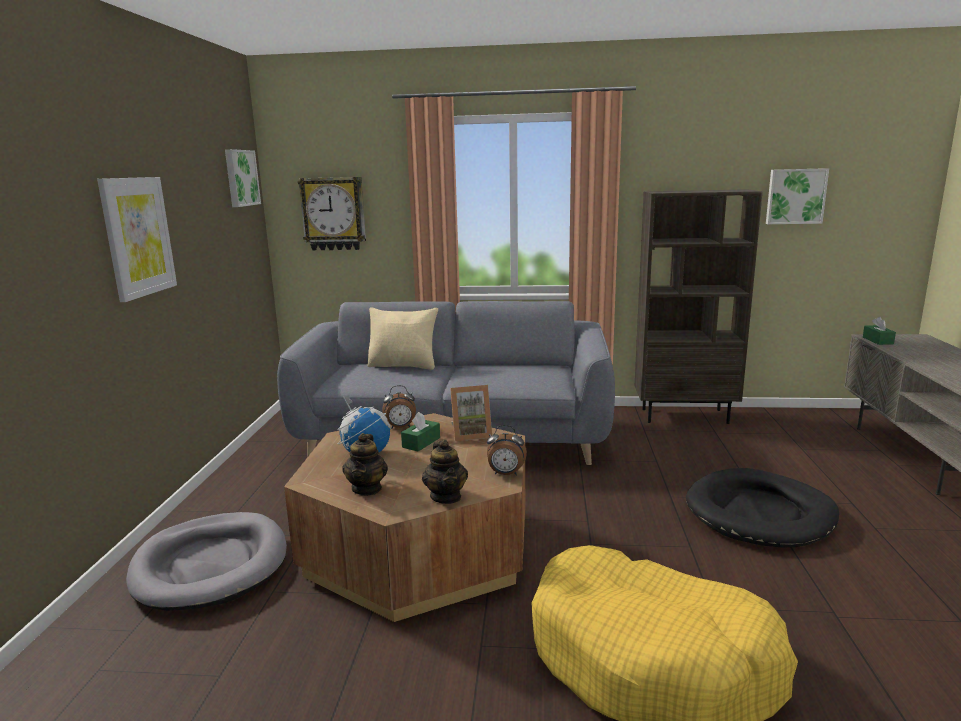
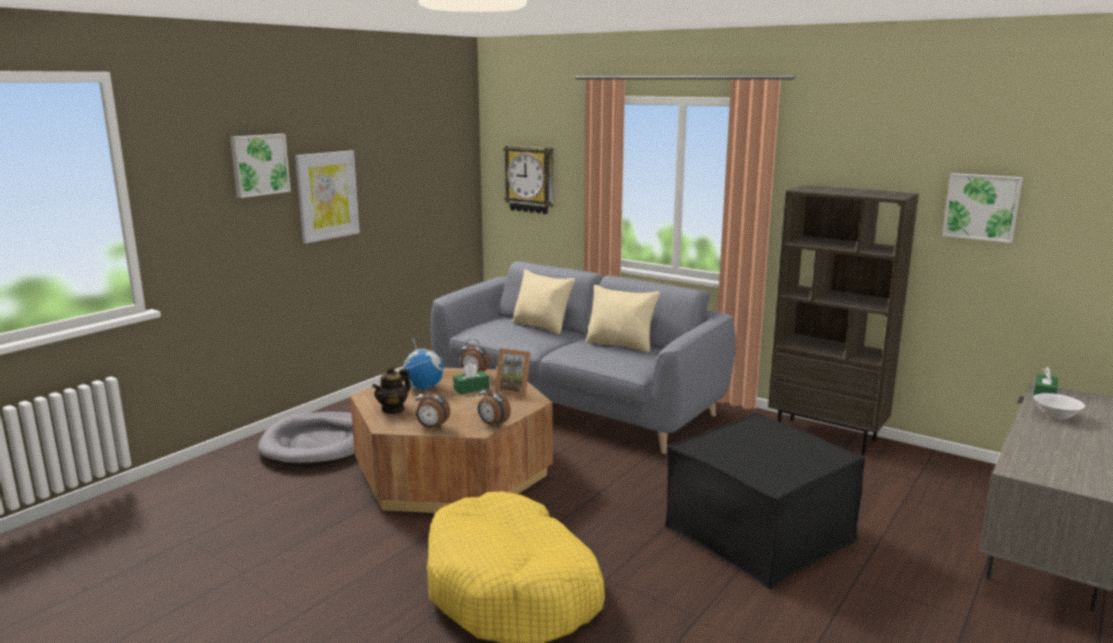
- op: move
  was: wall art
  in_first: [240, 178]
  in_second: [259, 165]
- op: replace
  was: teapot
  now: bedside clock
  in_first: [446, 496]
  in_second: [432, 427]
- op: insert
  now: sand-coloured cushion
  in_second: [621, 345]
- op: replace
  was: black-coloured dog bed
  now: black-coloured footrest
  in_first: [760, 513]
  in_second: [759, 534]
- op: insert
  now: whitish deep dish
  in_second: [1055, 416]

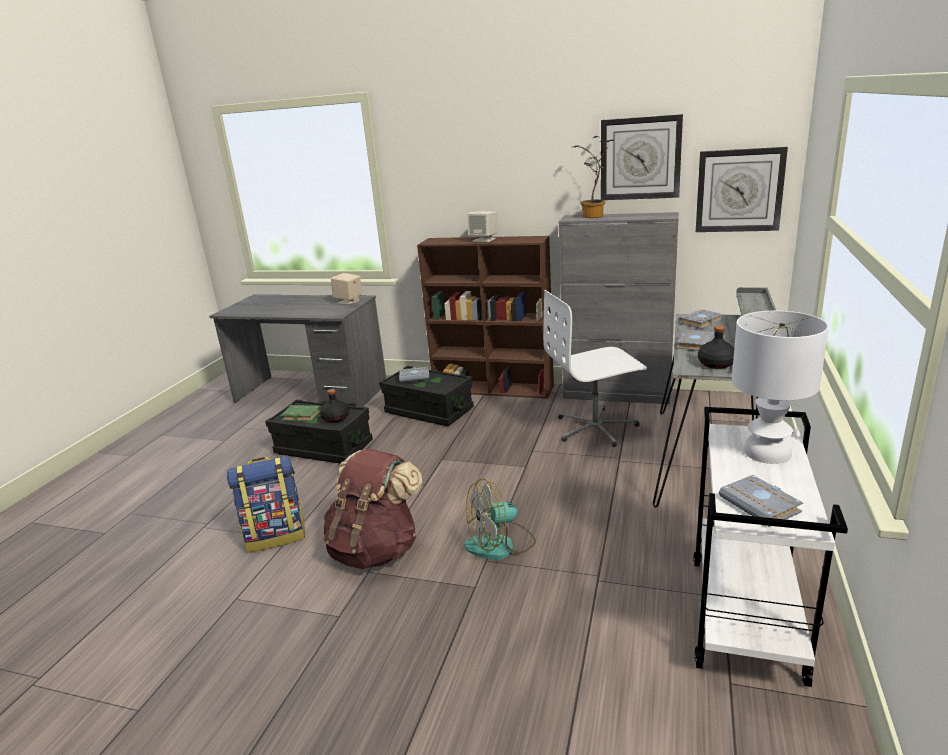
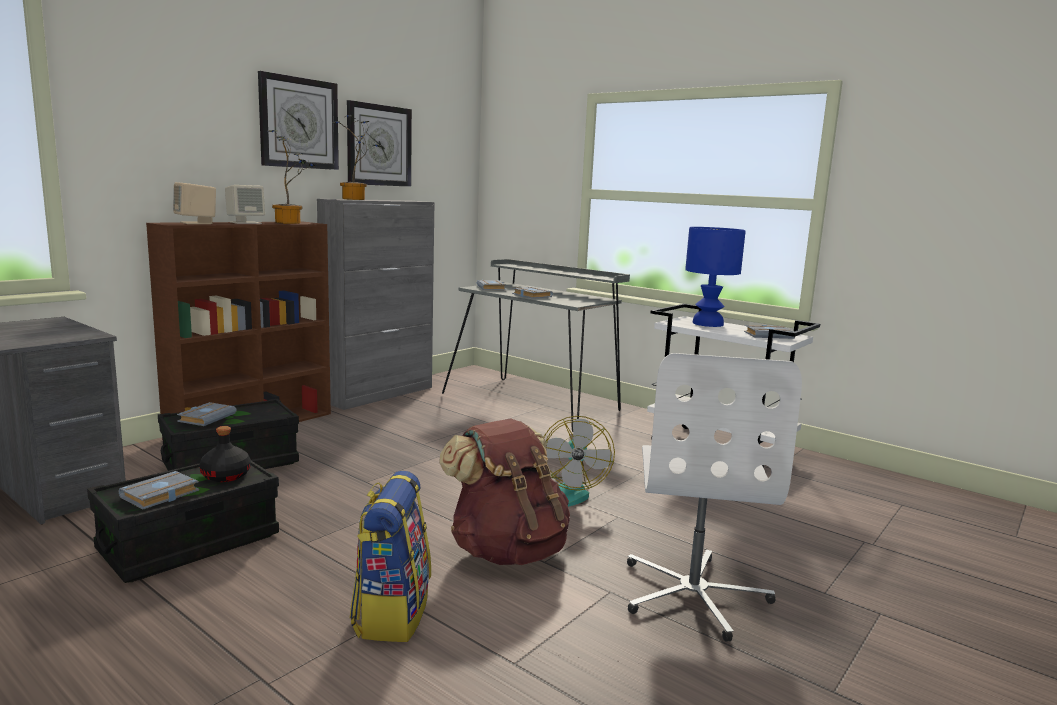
- op: recolor
  was: green-coloured book
  now: grey book
  in_first: [300, 416]
  in_second: [160, 495]
- op: move
  was: sand-coloured speaker
  in_first: [348, 301]
  in_second: [196, 223]
- op: move
  was: wall clock
  in_first: [739, 190]
  in_second: [299, 123]
- op: insert
  now: potted plant
  in_second: [291, 223]
- op: move
  was: whitish desk chair
  in_first: [596, 428]
  in_second: [694, 594]
- op: recolor
  was: whitish tabletop lamp
  now: bluish tabletop lamp
  in_first: [766, 452]
  in_second: [707, 324]
- op: delete
  was: black-coloured beverage bottle
  in_first: [716, 364]

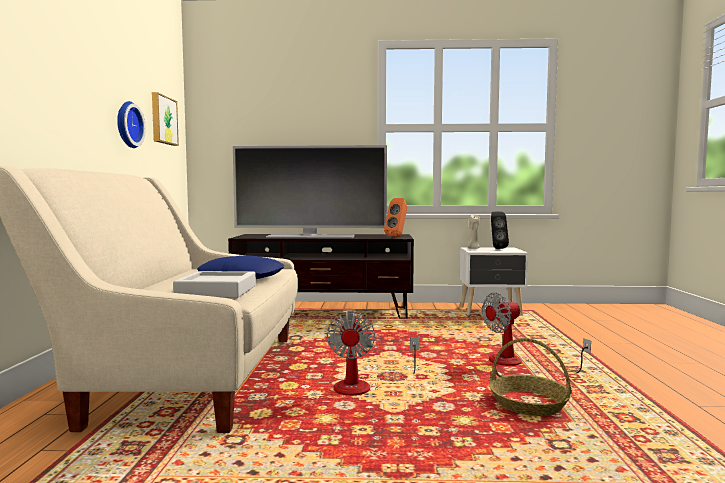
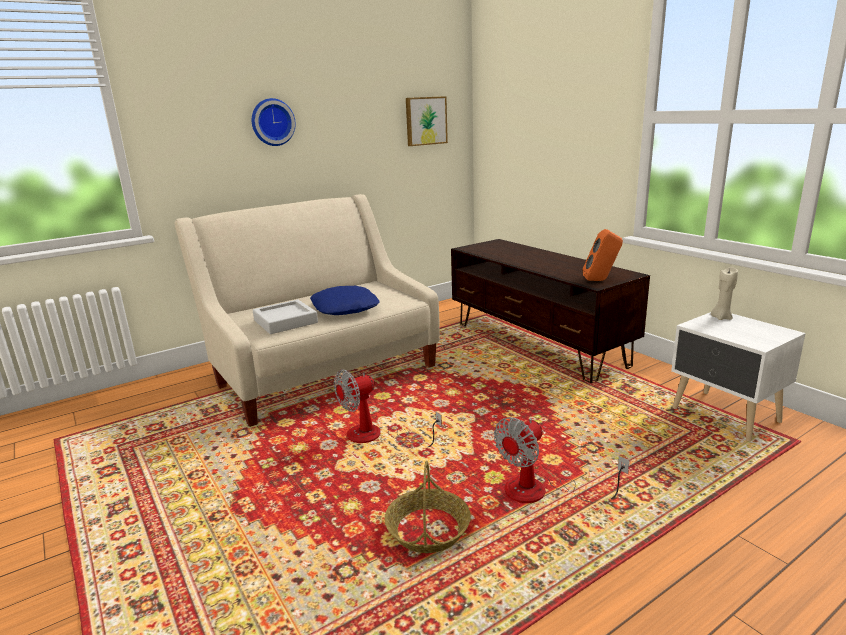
- op: move
  was: wall clock
  in_first: [127, 125]
  in_second: [272, 122]
- op: rotate
  was: electric fan
  in_first: [518, 363]
  in_second: [541, 492]
  clockwise: -75
- op: delete
  was: television
  in_first: [311, 236]
- op: delete
  was: black-coloured speaker
  in_first: [497, 249]

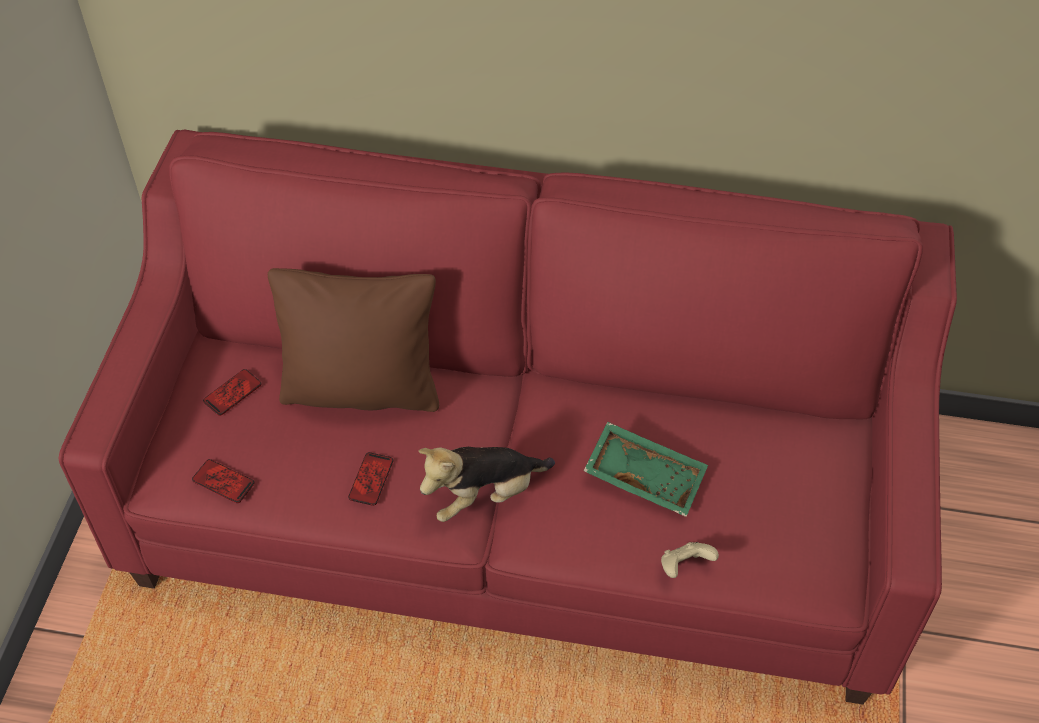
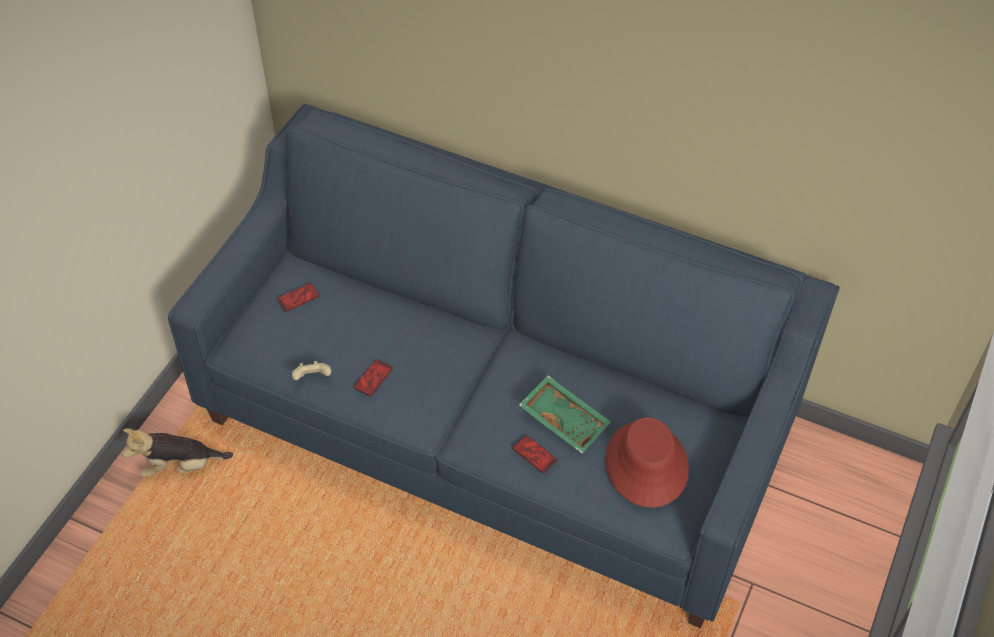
- op: move
  was: plush toy
  in_first: [484, 495]
  in_second: [180, 466]
- op: recolor
  was: red settee
  now: bluish settee
  in_first: [520, 501]
  in_second: [497, 424]
- op: move
  was: sand-coloured game controller
  in_first: [684, 567]
  in_second: [312, 378]
- op: move
  was: handset
  in_first: [223, 482]
  in_second: [534, 454]
- op: insert
  now: red clothing hat
  in_second: [646, 464]
- op: delete
  was: brownish cushion
  in_first: [362, 389]

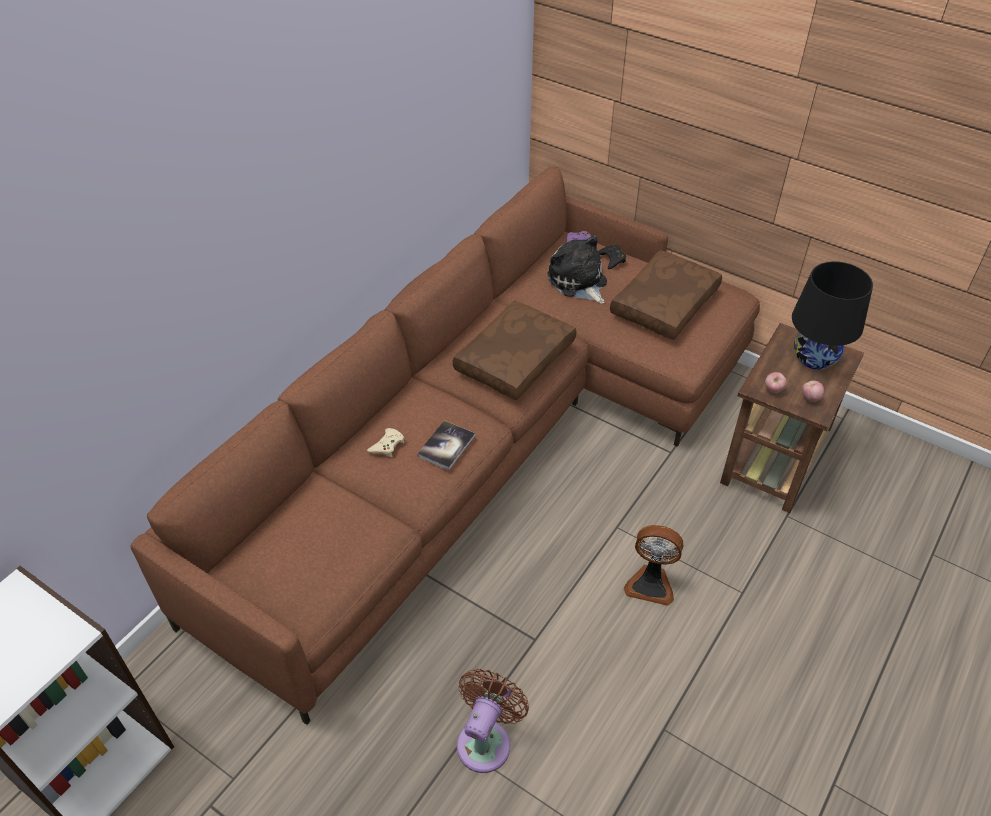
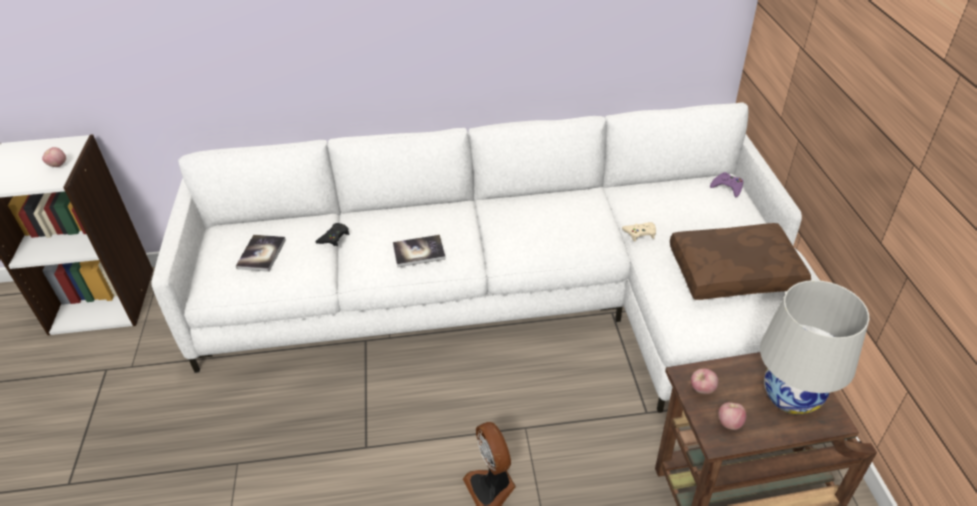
- op: insert
  now: apple fruit
  in_second: [58, 165]
- op: recolor
  was: brownish settee
  now: whitish settee
  in_first: [488, 441]
  in_second: [519, 299]
- op: insert
  now: book
  in_second: [261, 254]
- op: move
  was: black-coloured game controller
  in_first: [612, 259]
  in_second: [334, 237]
- op: move
  was: sand-coloured game controller
  in_first: [387, 445]
  in_second: [640, 233]
- op: recolor
  was: black-coloured tabletop lamp
  now: whitish tabletop lamp
  in_first: [814, 357]
  in_second: [791, 396]
- op: delete
  was: brownish cushion
  in_first: [514, 358]
- op: delete
  was: brownish electric fan
  in_first: [486, 740]
- op: delete
  was: plush toy
  in_first: [578, 282]

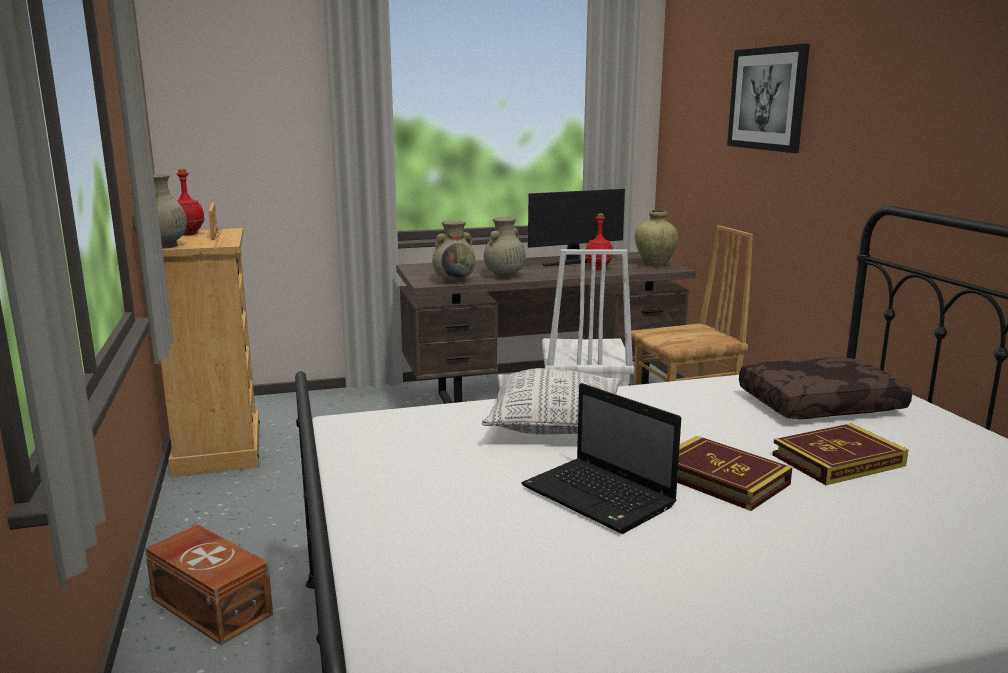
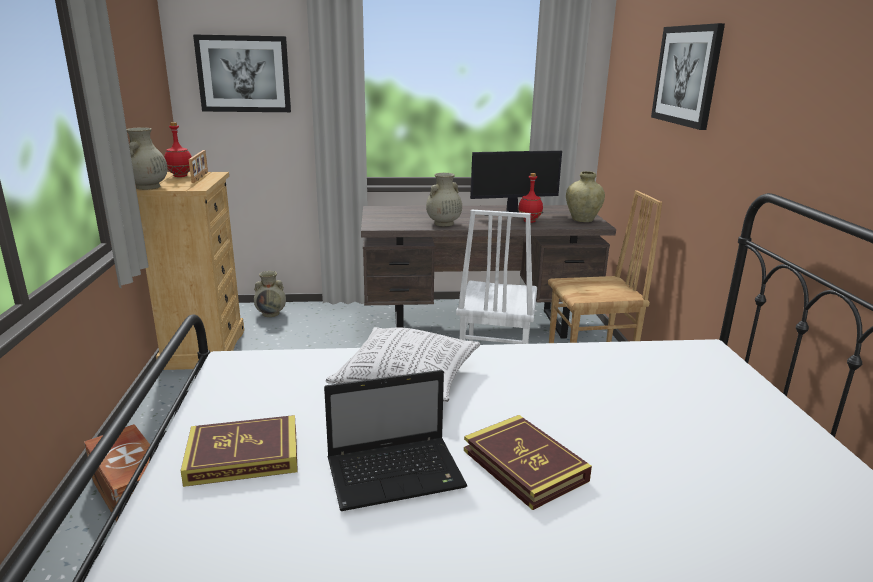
- op: move
  was: book
  in_first: [838, 460]
  in_second: [243, 456]
- op: insert
  now: wall art
  in_second: [244, 74]
- op: move
  was: sand-coloured vase
  in_first: [454, 281]
  in_second: [271, 313]
- op: rotate
  was: portable computer
  in_first: [601, 497]
  in_second: [398, 473]
  clockwise: -75
- op: delete
  was: brownish cushion
  in_first: [819, 403]

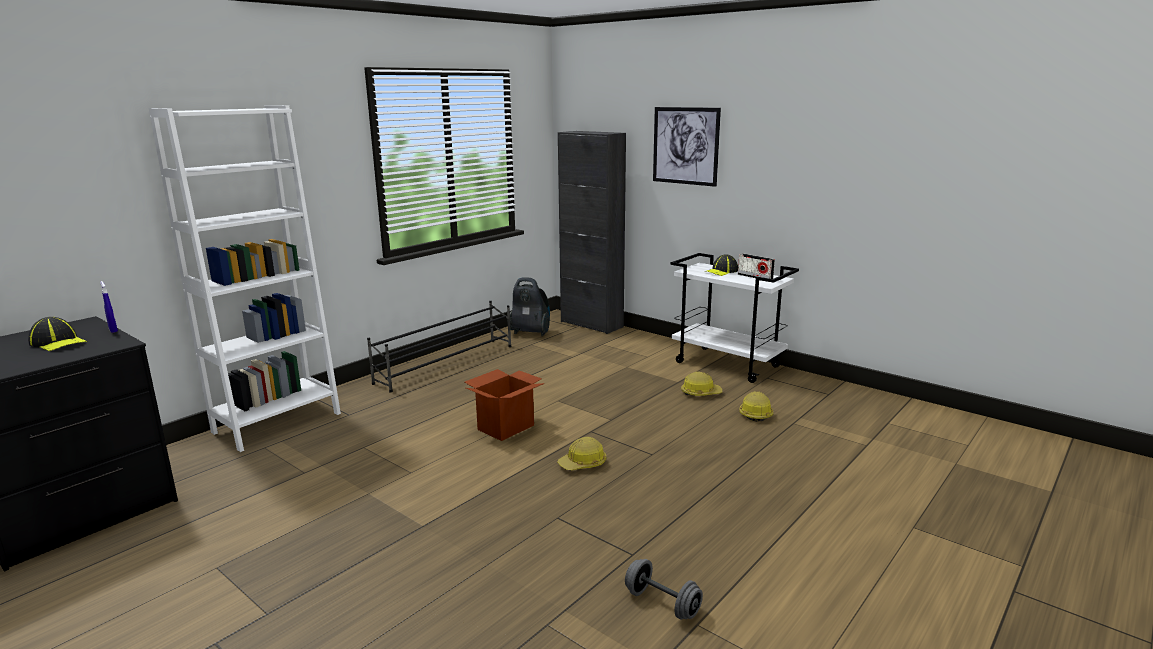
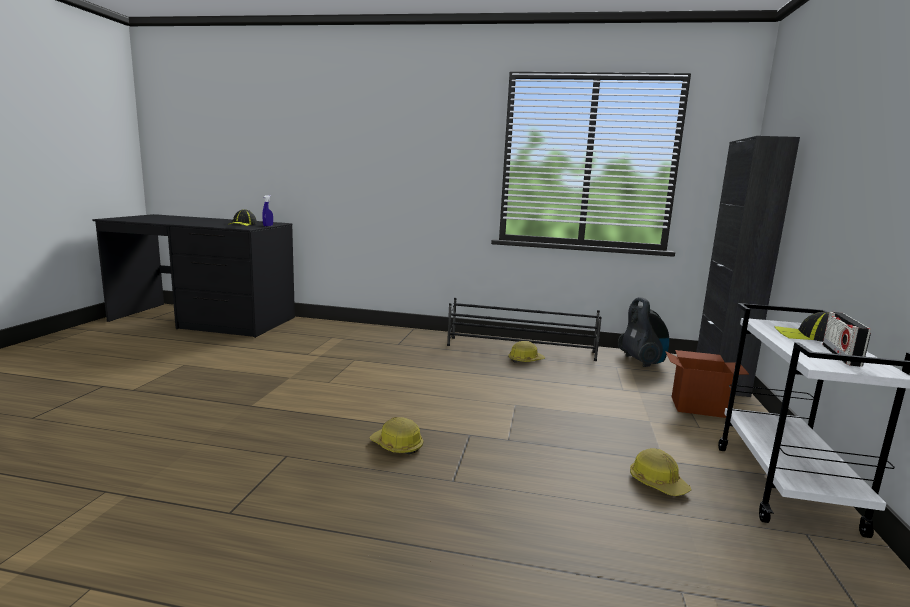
- op: move
  was: safety helmet
  in_first: [755, 413]
  in_second: [525, 360]
- op: move
  was: cardboard box
  in_first: [506, 427]
  in_second: [698, 407]
- op: delete
  was: whitish bookshelf
  in_first: [277, 423]
- op: delete
  was: grey hand weight
  in_first: [662, 603]
- op: delete
  was: wall art
  in_first: [685, 146]

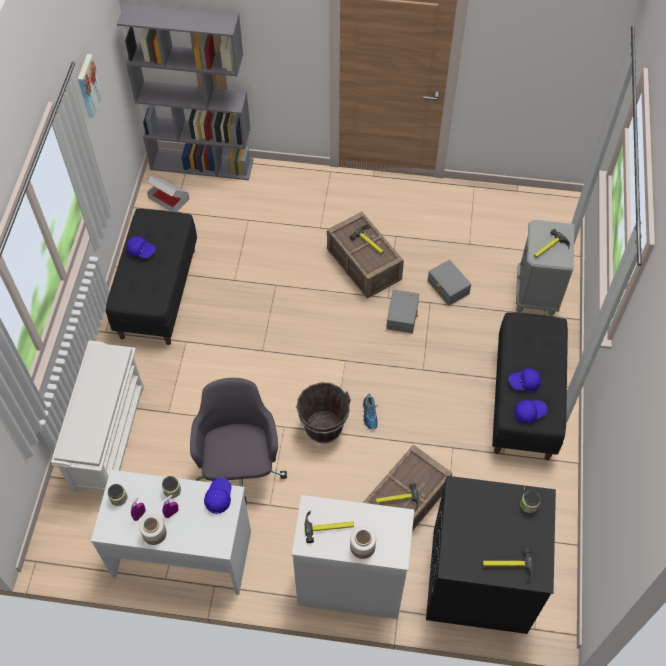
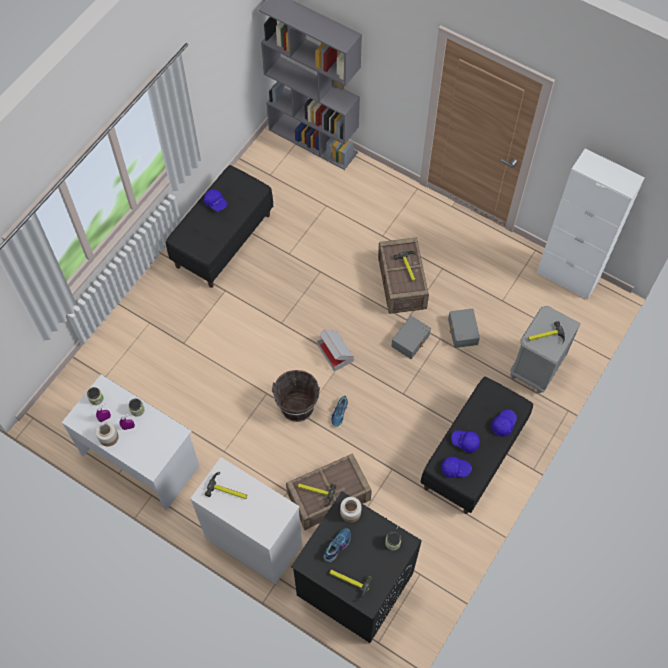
- op: move
  was: cardboard box
  in_first: [169, 198]
  in_second: [335, 353]
- op: insert
  now: item of footwear
  in_second: [337, 545]
- op: move
  was: preserve jar
  in_first: [362, 547]
  in_second: [350, 512]
- op: move
  was: bluish cap
  in_first: [218, 497]
  in_second: [503, 424]
- op: insert
  now: whitish cupboard
  in_second: [567, 277]
- op: delete
  was: whitish shoe shelf
  in_first: [108, 436]
- op: delete
  was: wall art
  in_first: [87, 86]
- op: delete
  was: grey desk chair
  in_first: [240, 468]

